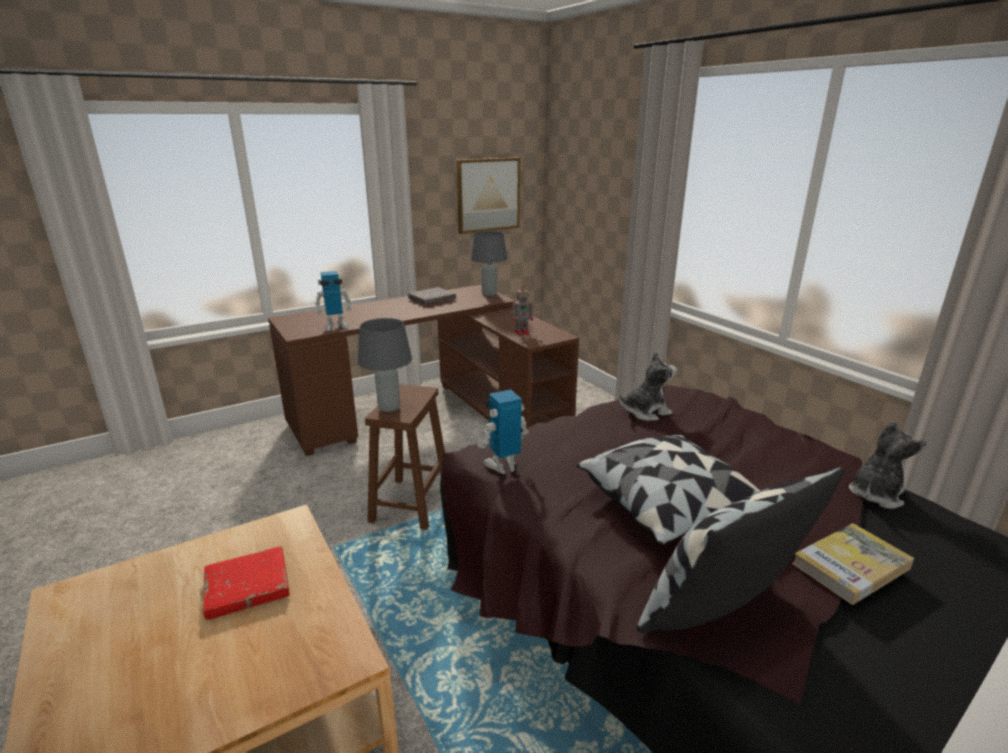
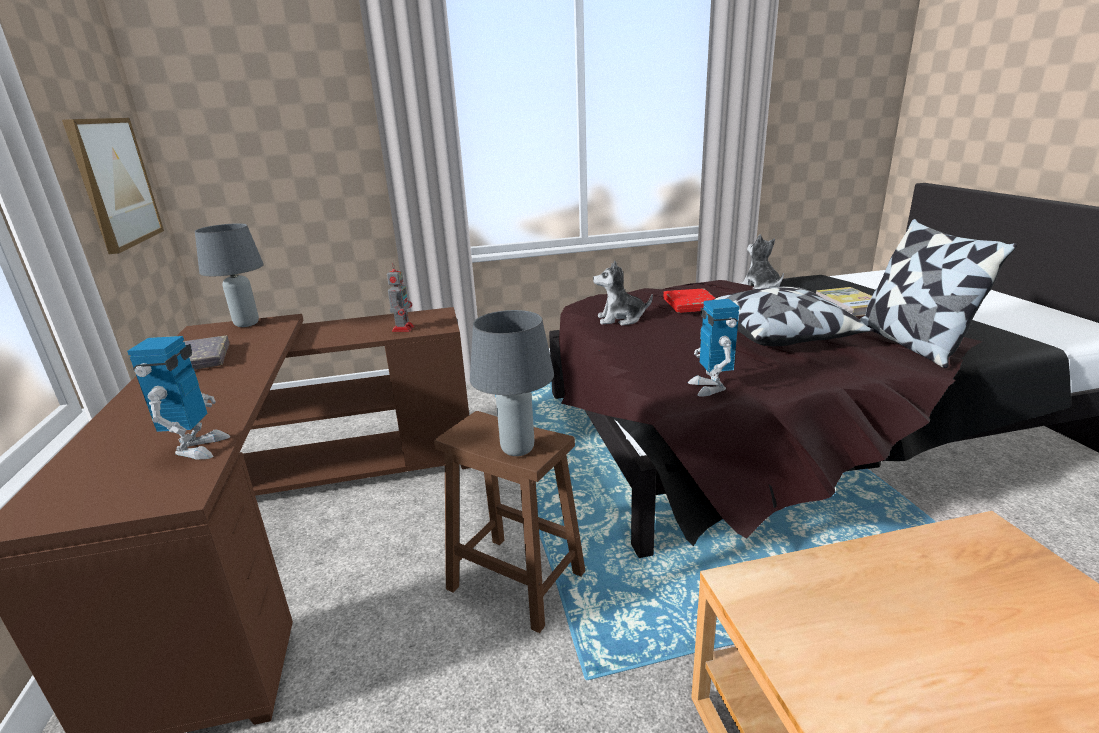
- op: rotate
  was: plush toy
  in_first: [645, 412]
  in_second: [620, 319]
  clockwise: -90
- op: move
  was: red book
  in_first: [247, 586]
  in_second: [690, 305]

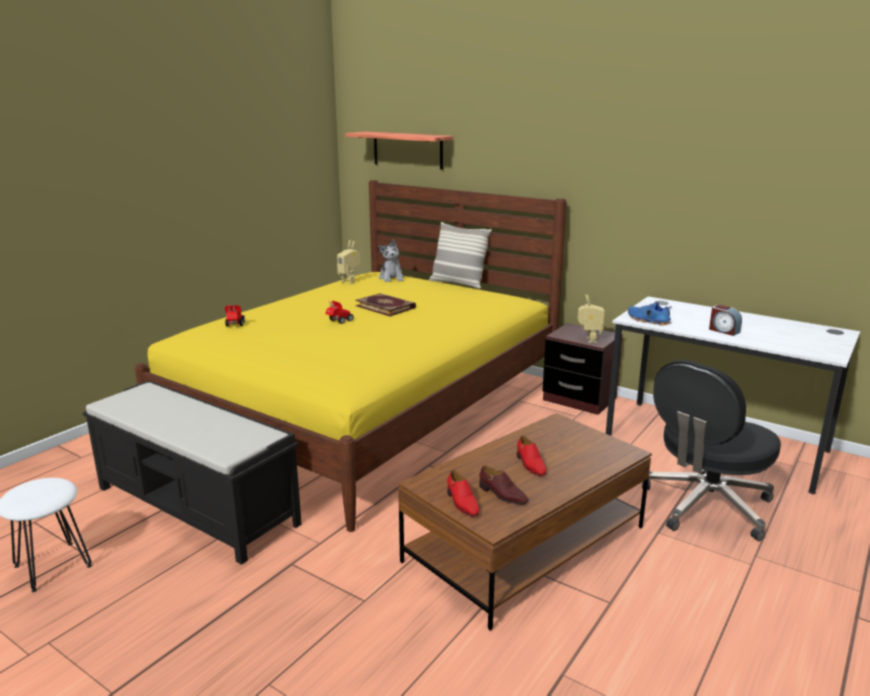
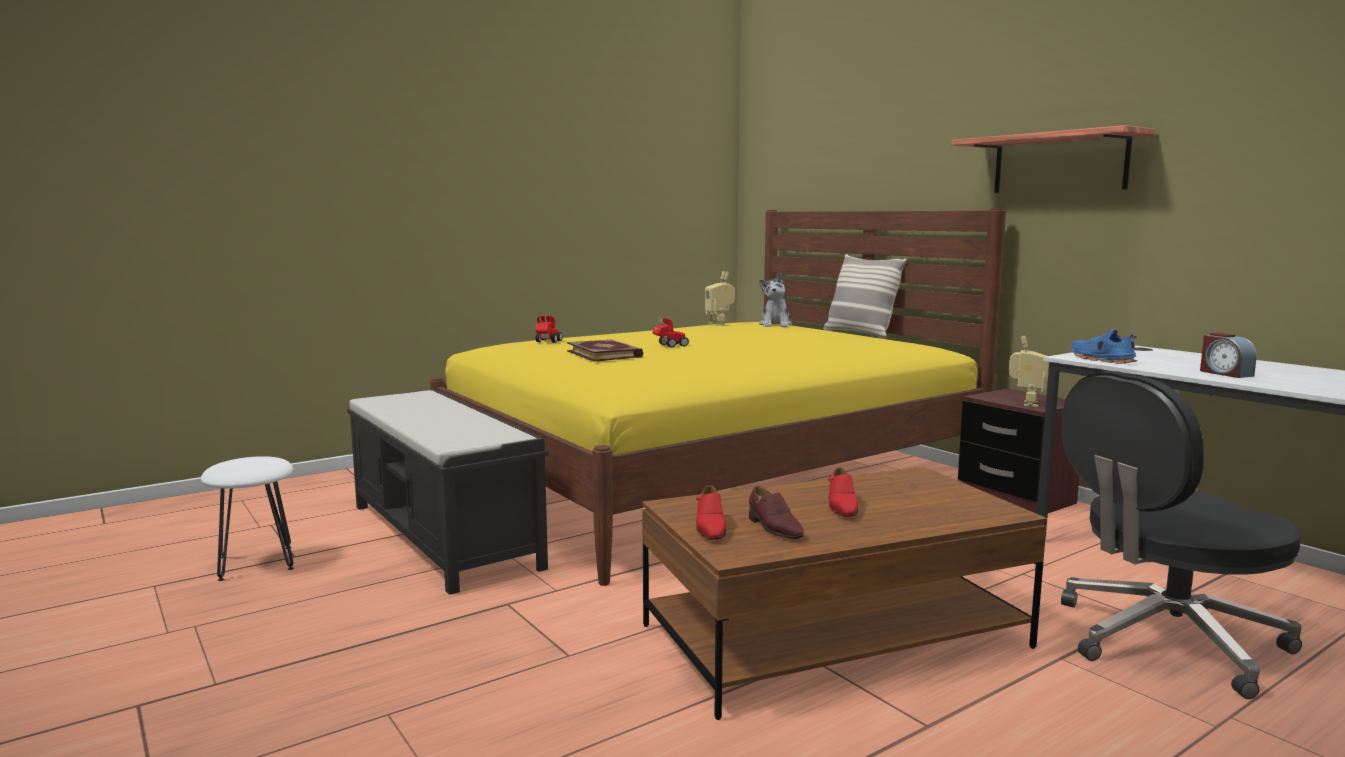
- op: move
  was: book
  in_first: [386, 307]
  in_second: [605, 354]
- op: move
  was: wall shelf
  in_first: [407, 150]
  in_second: [1059, 163]

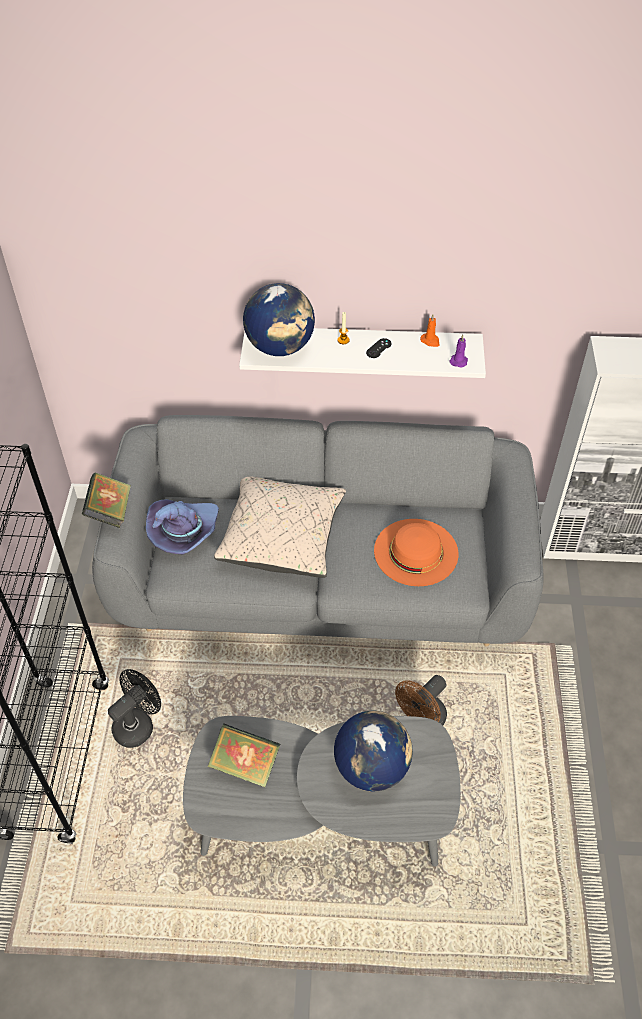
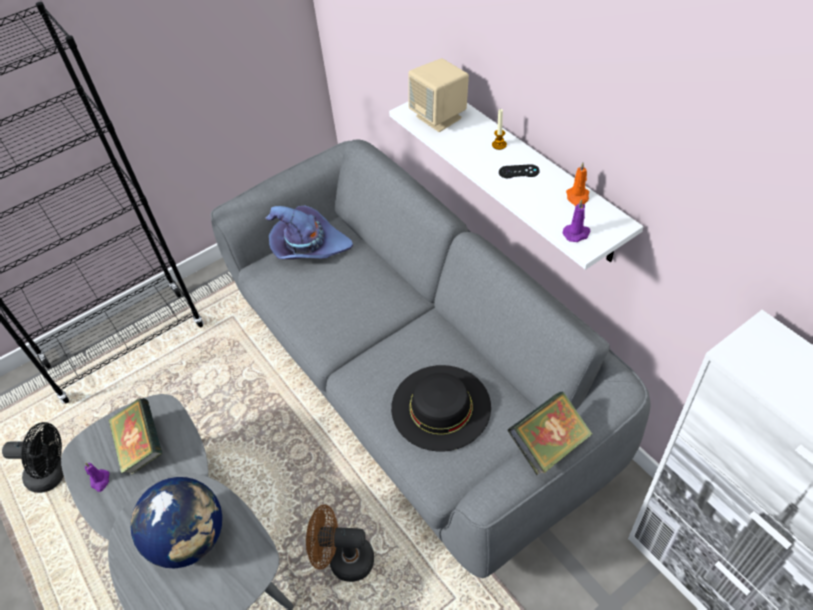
- op: move
  was: black-coloured electric fan
  in_first: [138, 724]
  in_second: [53, 474]
- op: insert
  now: purple wax candle
  in_second: [100, 481]
- op: recolor
  was: orange-coloured clothing hat
  now: black-coloured clothing hat
  in_first: [415, 552]
  in_second: [441, 406]
- op: replace
  was: globe
  now: sand-coloured speaker
  in_first: [280, 347]
  in_second: [439, 117]
- op: move
  was: book
  in_first: [110, 512]
  in_second: [548, 444]
- op: delete
  was: sand-coloured cushion
  in_first: [282, 537]

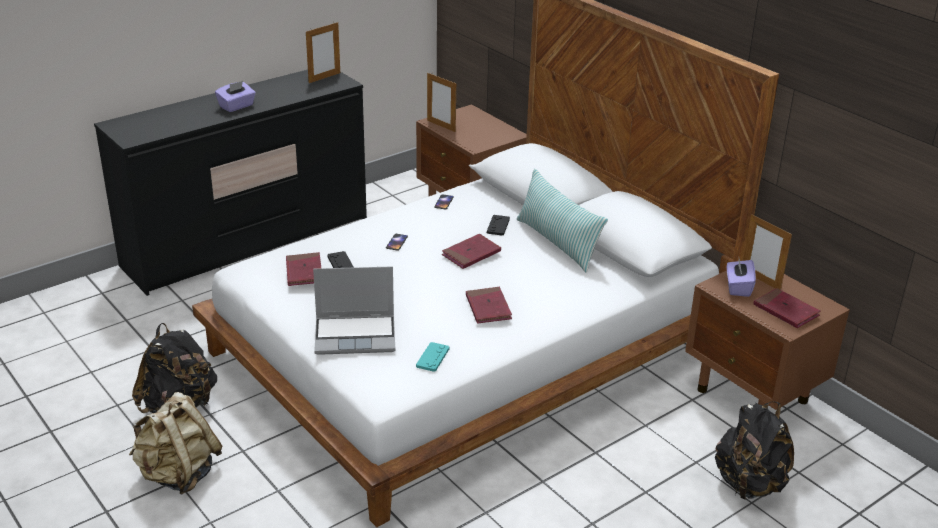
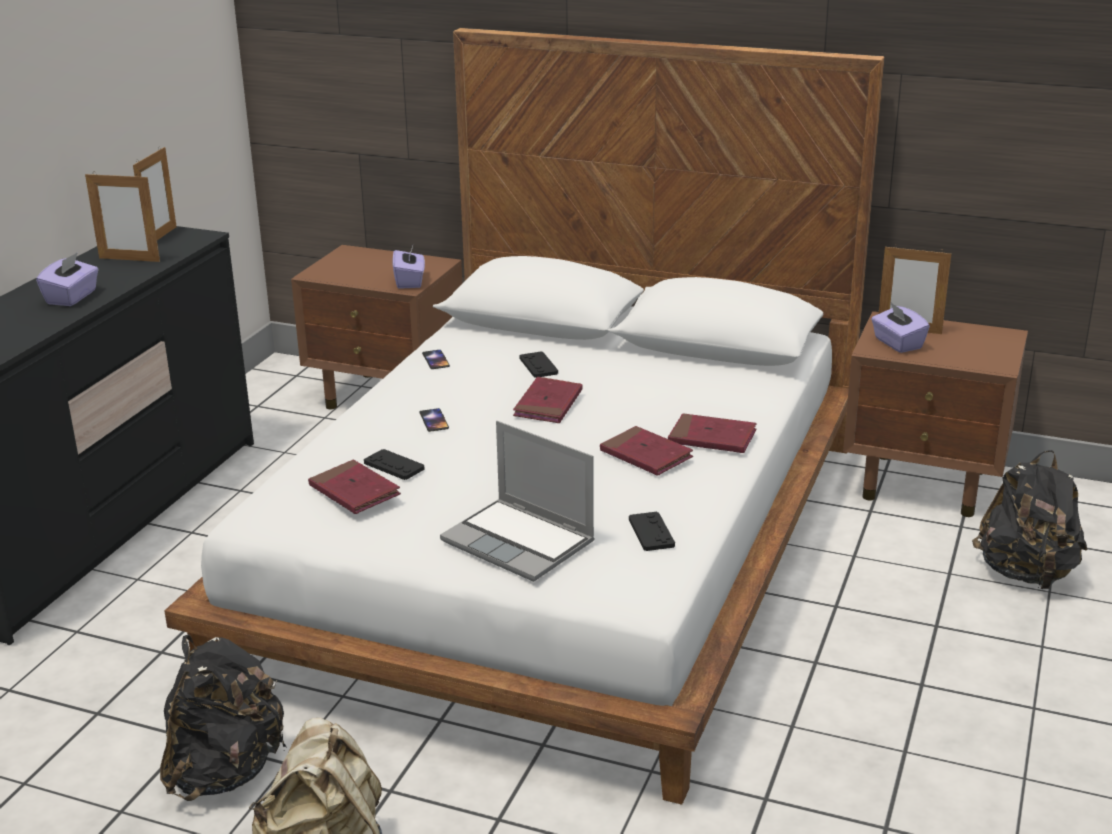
- op: move
  was: standing frame
  in_first: [441, 126]
  in_second: [129, 259]
- op: insert
  now: purple box of tissues
  in_second: [410, 281]
- op: rotate
  was: portable computer
  in_first: [356, 335]
  in_second: [520, 542]
  clockwise: 75
- op: recolor
  was: turquoise game controller
  now: black-coloured game controller
  in_first: [432, 357]
  in_second: [651, 532]
- op: move
  was: red book
  in_first: [786, 311]
  in_second: [712, 438]
- op: delete
  was: cushion
  in_first: [557, 243]

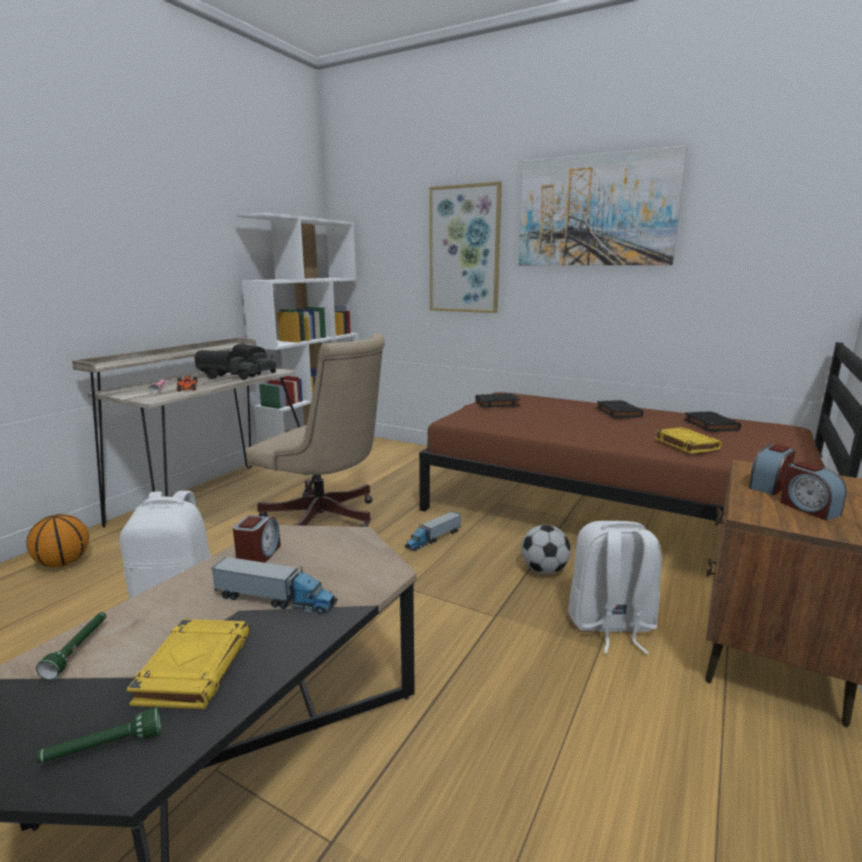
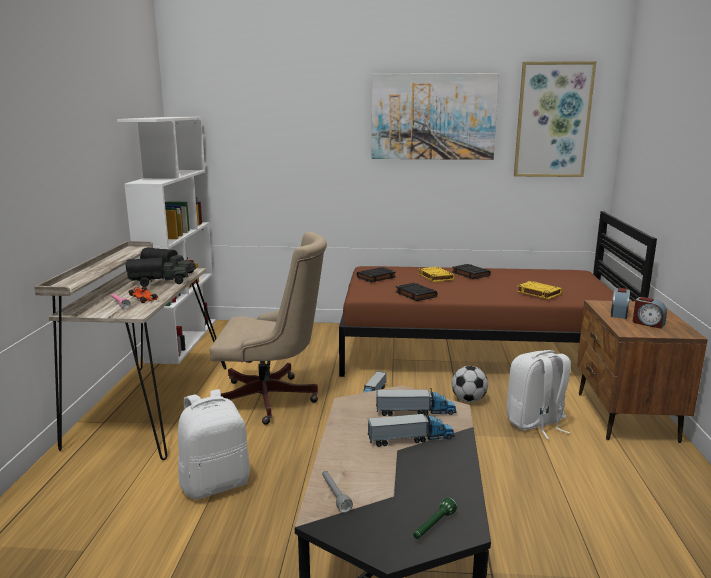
- op: recolor
  was: green-coloured flashlight
  now: grey flashlight
  in_first: [78, 649]
  in_second: [334, 495]
- op: insert
  now: toy lorry
  in_second: [415, 412]
- op: move
  was: black-coloured book
  in_first: [710, 425]
  in_second: [415, 294]
- op: move
  was: yellowish book
  in_first: [195, 667]
  in_second: [435, 277]
- op: move
  was: wall art
  in_first: [464, 250]
  in_second: [553, 120]
- op: delete
  was: ball for basketball
  in_first: [63, 563]
- op: delete
  was: bedside clock
  in_first: [258, 556]

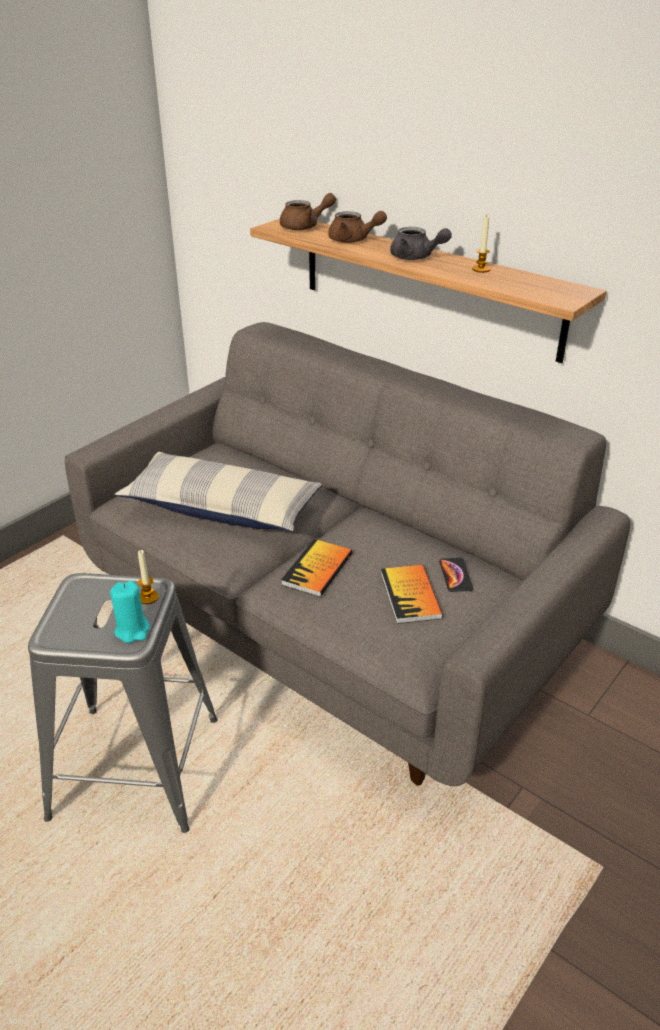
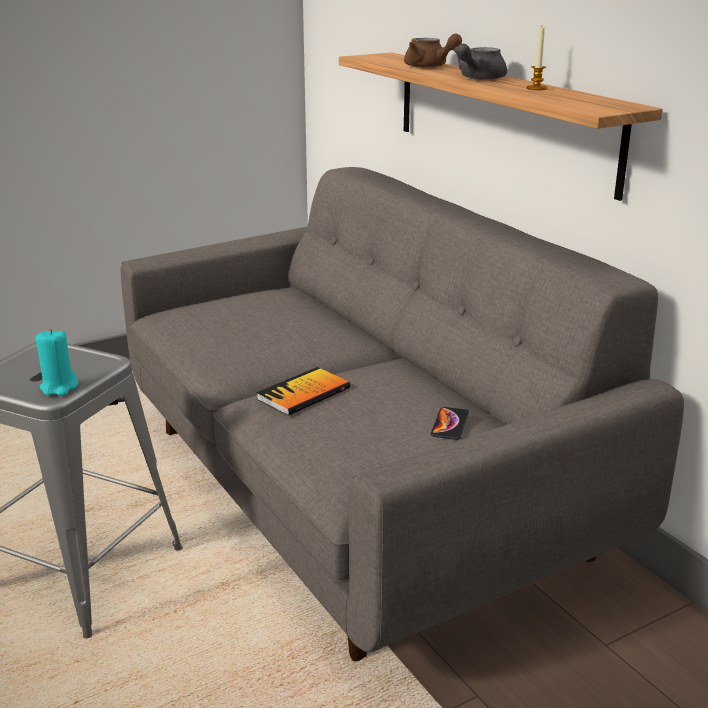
- op: rotate
  was: grey teapot
  in_first: [416, 257]
  in_second: [477, 78]
  clockwise: 75
- op: delete
  was: cushion
  in_first: [222, 507]
- op: delete
  was: wax candle
  in_first: [148, 597]
- op: delete
  was: brownish teapot
  in_first: [305, 226]
- op: delete
  was: book
  in_first: [410, 595]

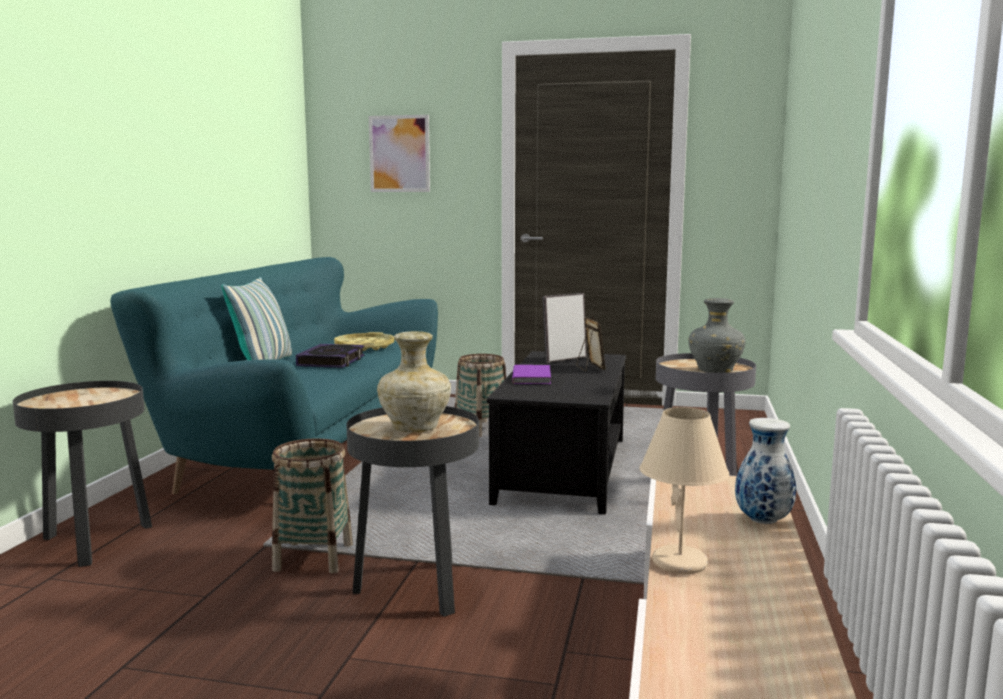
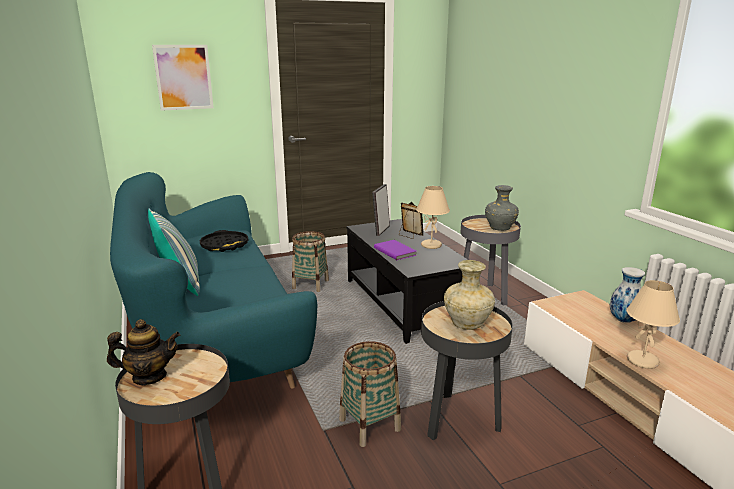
- op: insert
  now: teapot
  in_second: [149, 376]
- op: recolor
  was: yellowish serving tray
  now: black-coloured serving tray
  in_first: [364, 347]
  in_second: [224, 245]
- op: insert
  now: sand-coloured tabletop lamp
  in_second: [431, 245]
- op: delete
  was: book
  in_first: [331, 361]

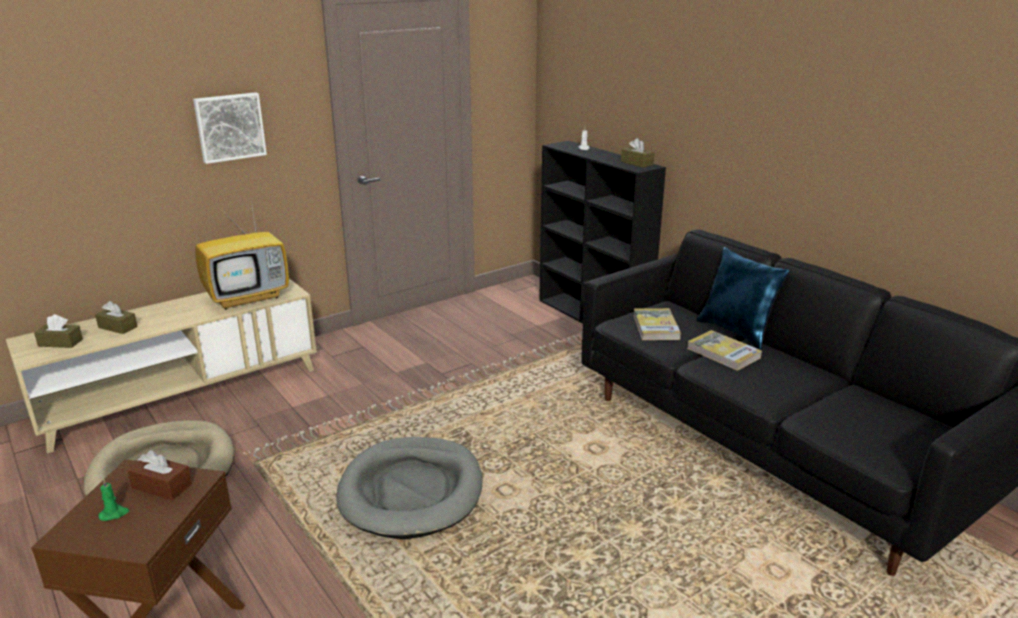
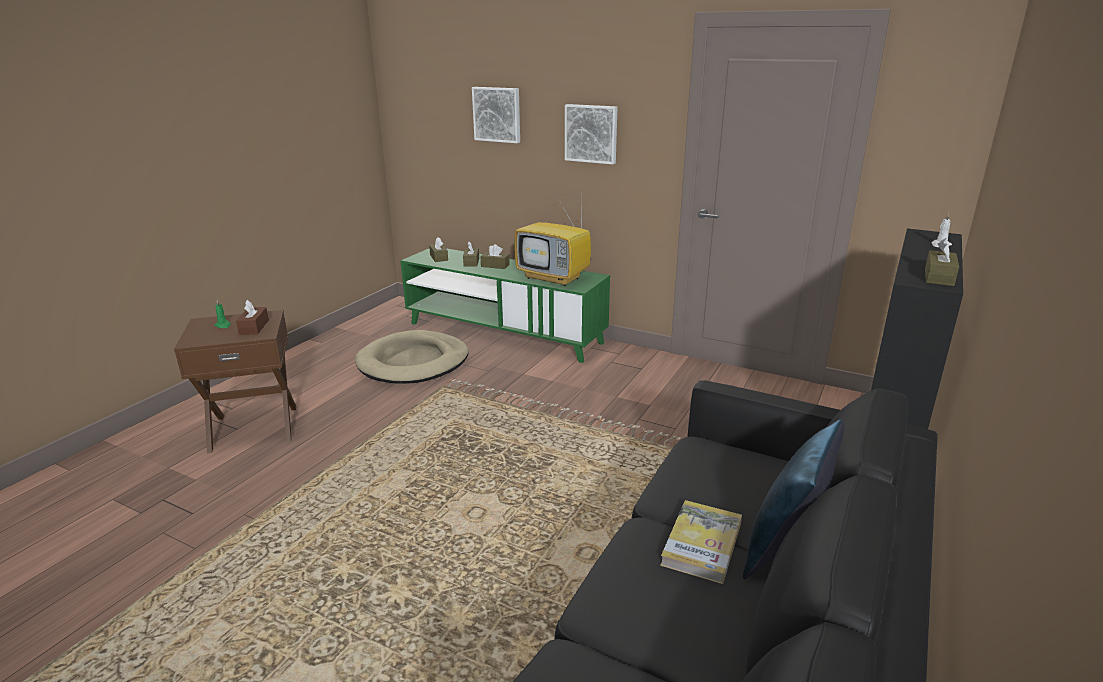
- op: recolor
  was: sand-coloured tv unit
  now: green-coloured tv unit
  in_first: [183, 395]
  in_second: [504, 333]
- op: insert
  now: wall art
  in_second: [497, 114]
- op: insert
  now: brownish box of tissues
  in_second: [495, 266]
- op: delete
  was: grey dog bed
  in_first: [411, 491]
- op: delete
  was: book
  in_first: [655, 327]

